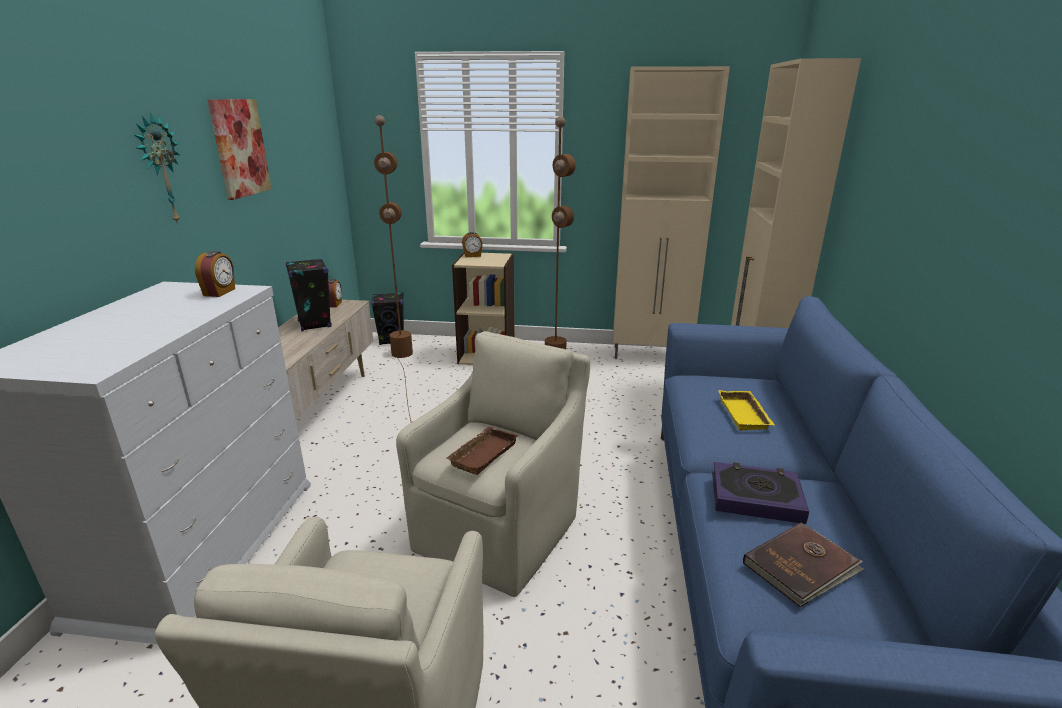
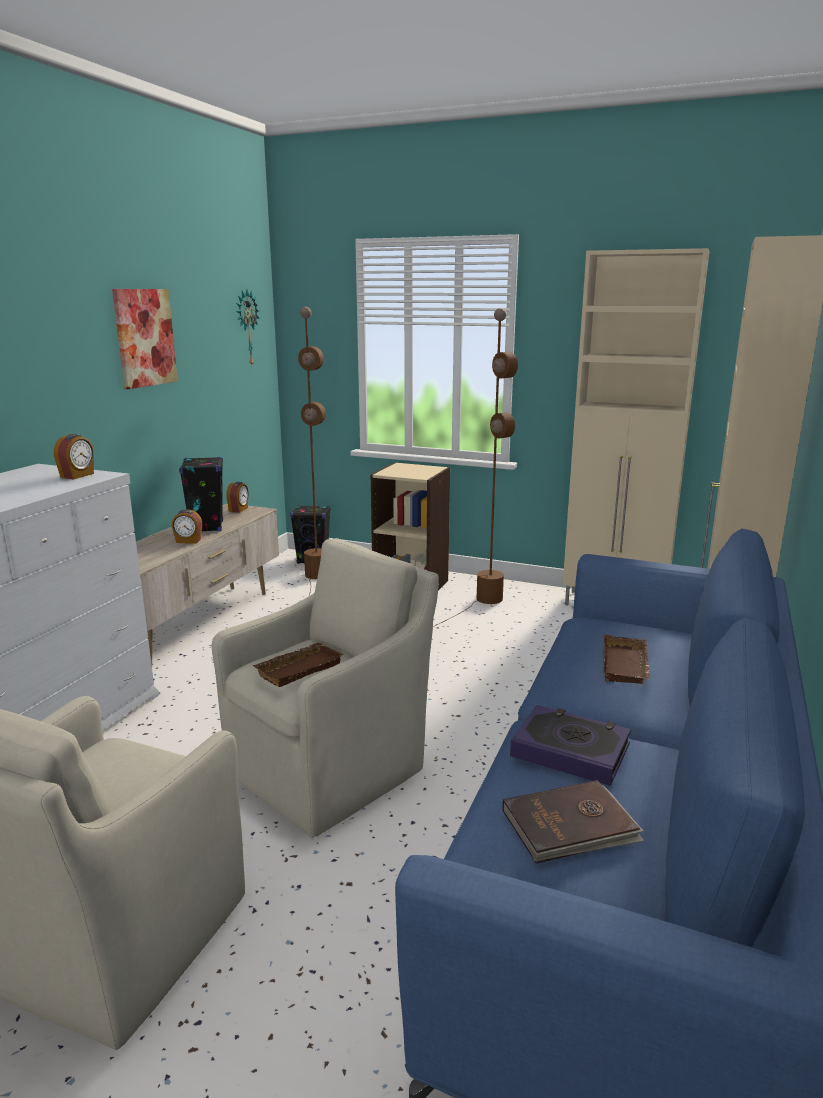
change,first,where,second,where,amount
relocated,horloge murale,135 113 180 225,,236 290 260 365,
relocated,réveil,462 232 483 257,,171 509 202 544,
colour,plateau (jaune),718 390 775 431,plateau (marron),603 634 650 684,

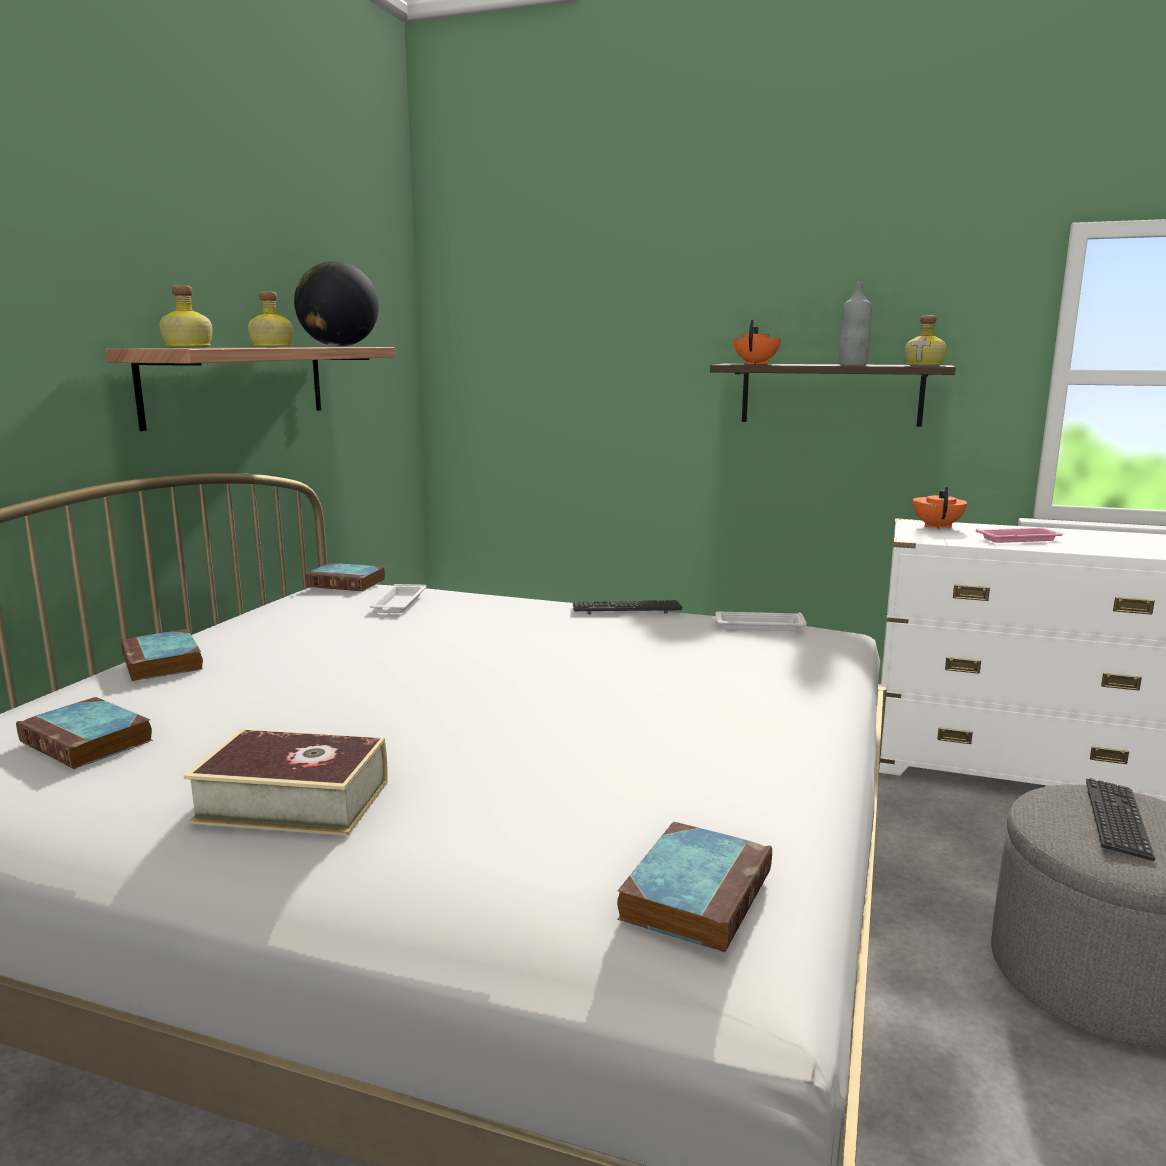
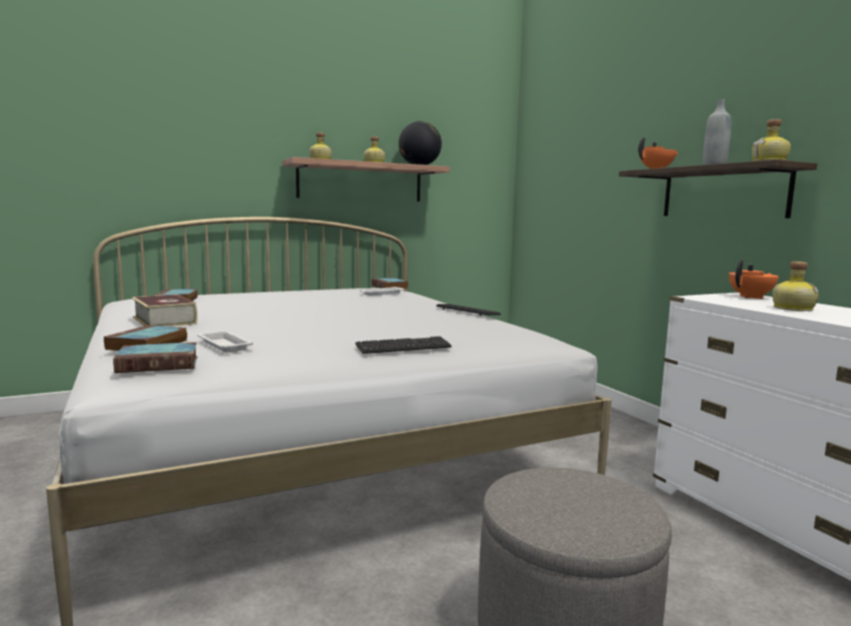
change,first,where,second,where,amount
relocated,livre,121 629 203 681,,104 325 187 351,
relocated,plateau (blanc),712 612 807 631,,197 331 253 353,
exchanged,plateau (rose),976 528 1063 543,bouteille,772 261 819 311,
relocated,clavier,1086 778 1155 861,,355 336 452 354,

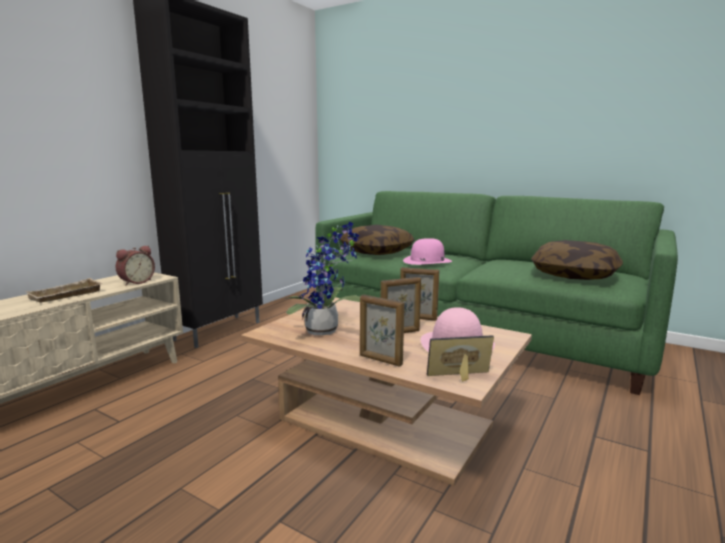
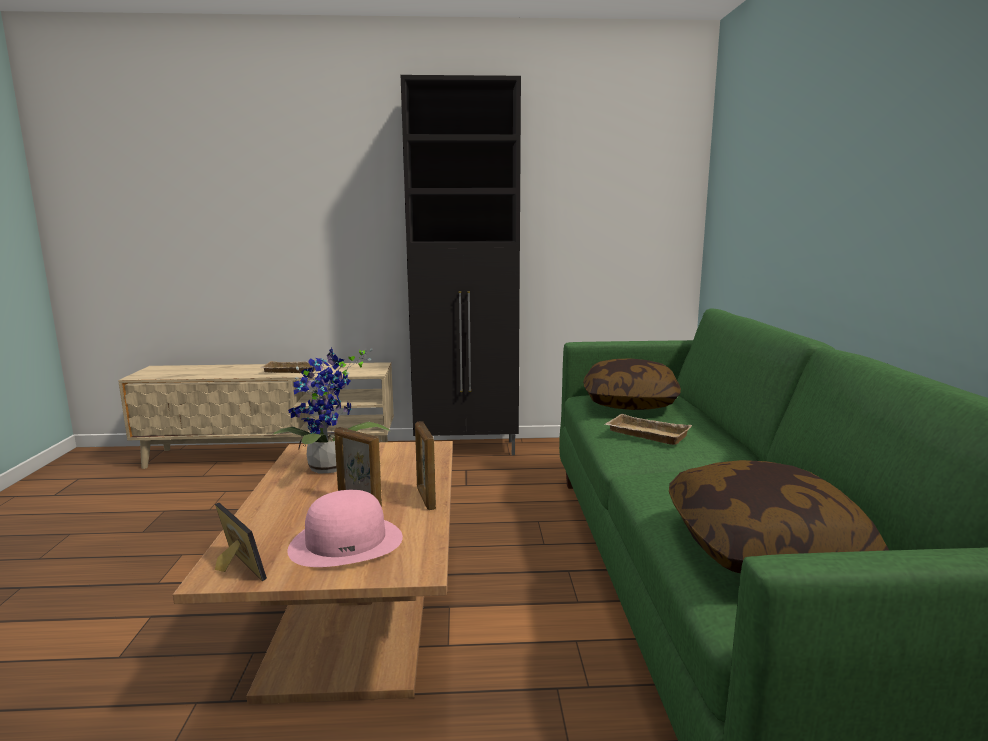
change,first,where,second,where,amount
missing,réveil,116 246 155 286,,,
missing,cadre photo,360 295 405 367,,,
exchanged,chapeau (rose),403 238 452 265,plateau (beige),605 414 692 445,

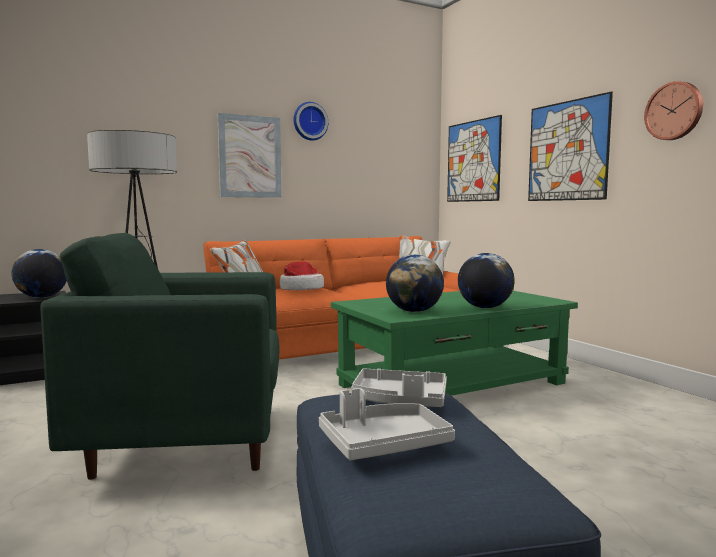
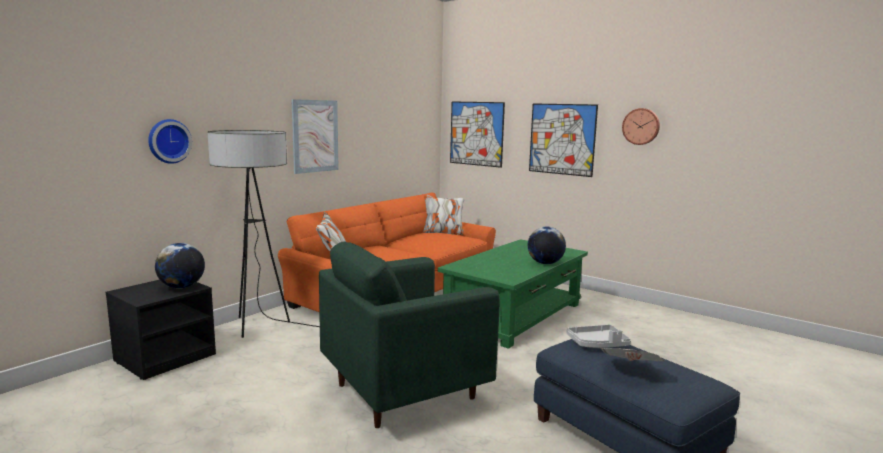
change,first,where,second,where,amount
missing,chapeau,280 261 324 290,,,
relocated,horloge murale,293 102 328 141,,148 119 192 164,
exchanged,plateau (gris),319 388 455 460,journal,601 348 665 362,
missing,globe,386 255 444 312,,,

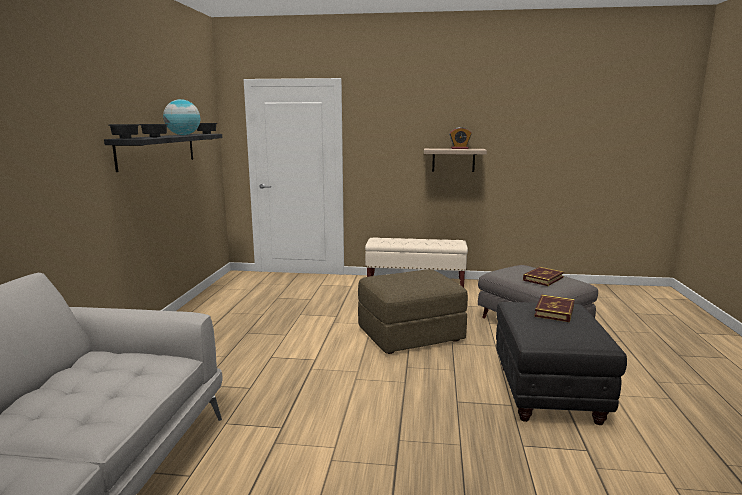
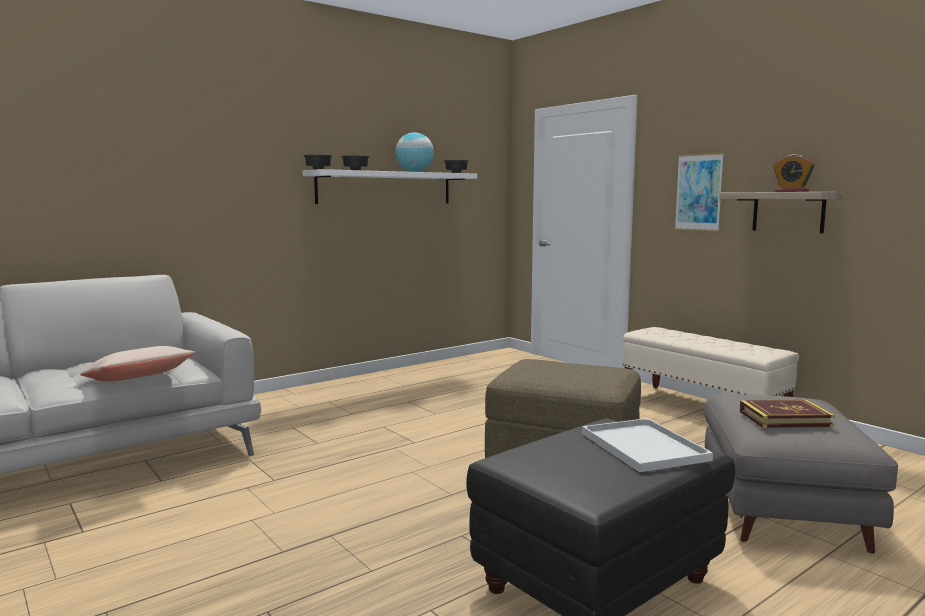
change,first,where,second,where,amount
colour,étagère (noir),104 134 222 172,étagère (blanc),303 169 477 204,
exchanged,livre,534 295 575 322,plateau (blanc),582 418 713 472,
appeared,,,coussin (beige),80 346 195 381,
appeared,,,tableau,675 153 724 231,

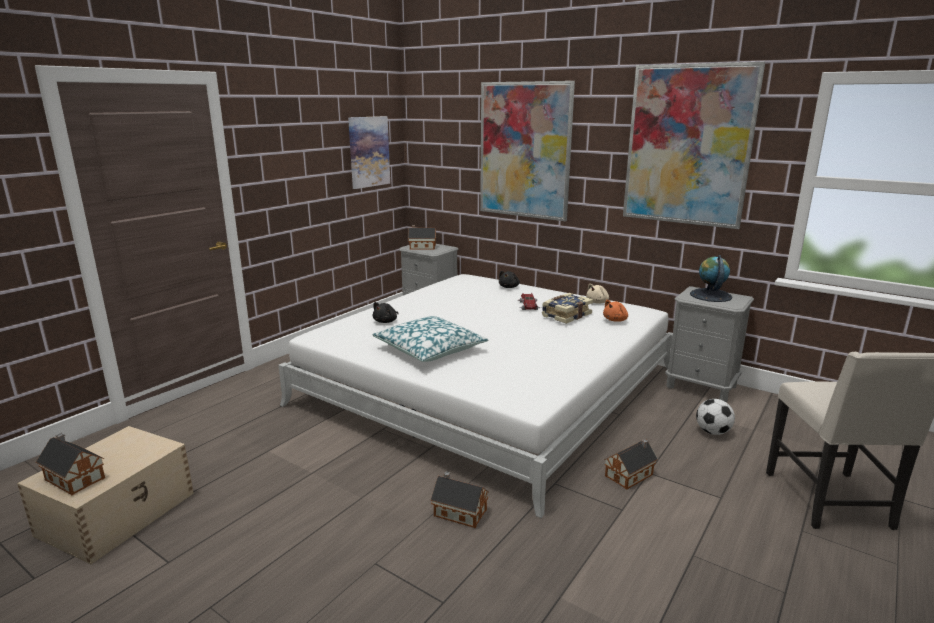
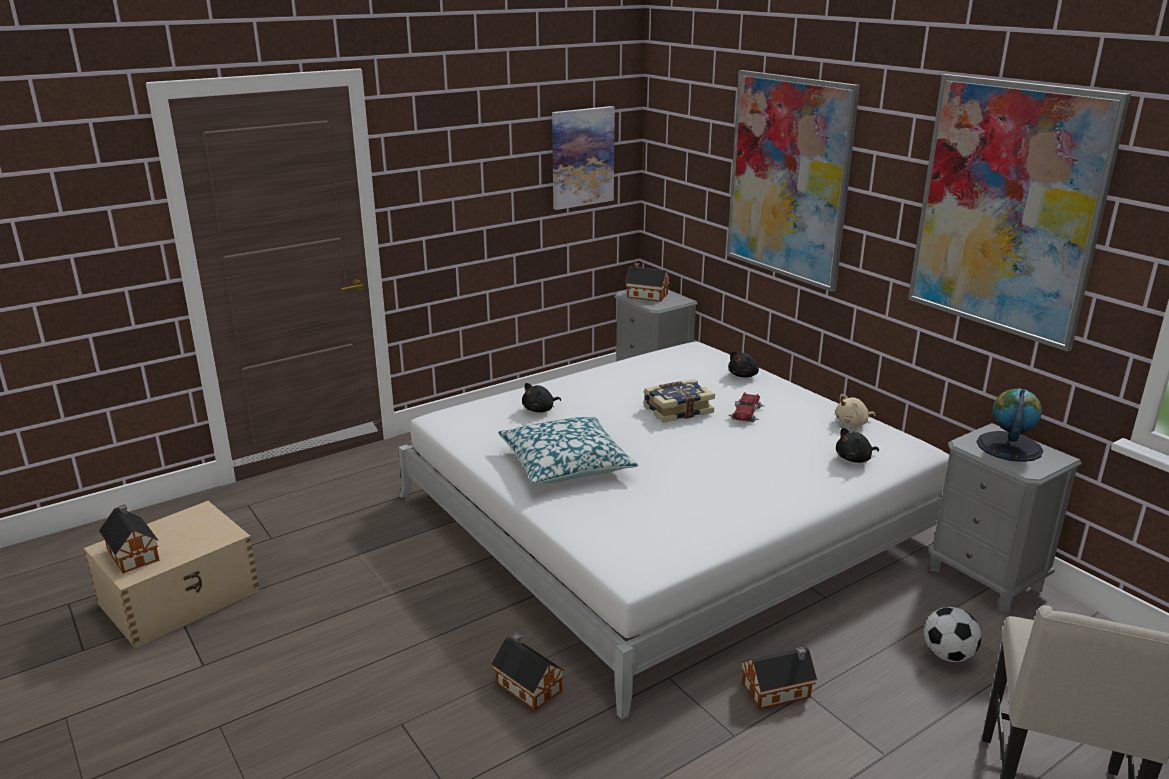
change,first,where,second,where,amount
relocated,livre,542 293 593 324,,643 379 715 423,
colour,peluche (orange),603 300 628 322,peluche (noir),836 428 879 463,

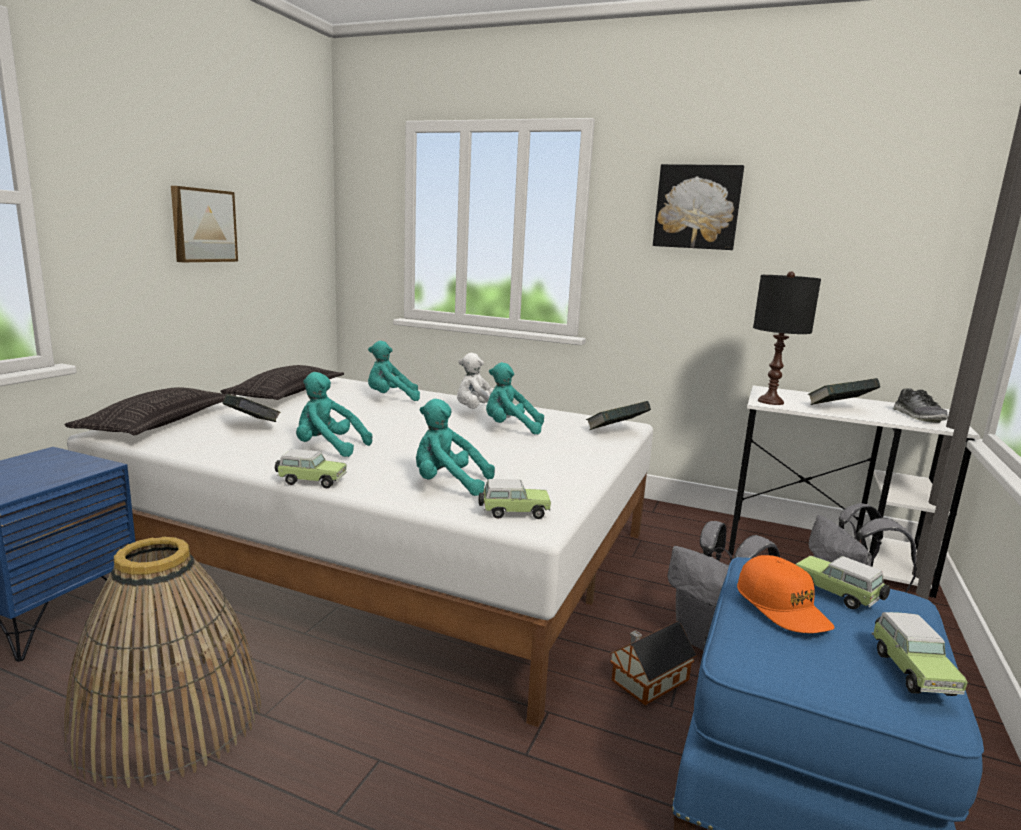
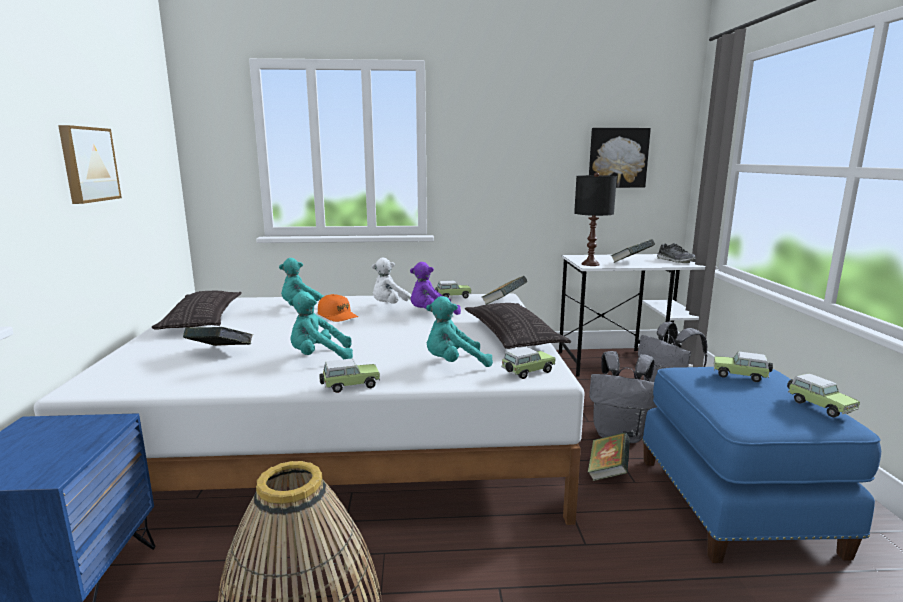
change,first,where,second,where,amount
relocated,coussin,64 387 236 435,,465 303 571 349,
colour,peluche (turquoise),486 362 544 434,peluche (violet),410 262 461 315,
exchanged,maison miniature,609 622 697 705,livre,588 433 630 481,
relocated,tableau,653 164 744 250,,589 128 651 188,
relocated,casquette (orange),737 555 835 633,,318 294 358 322,
appeared,,,petite voiture,435 281 471 298,

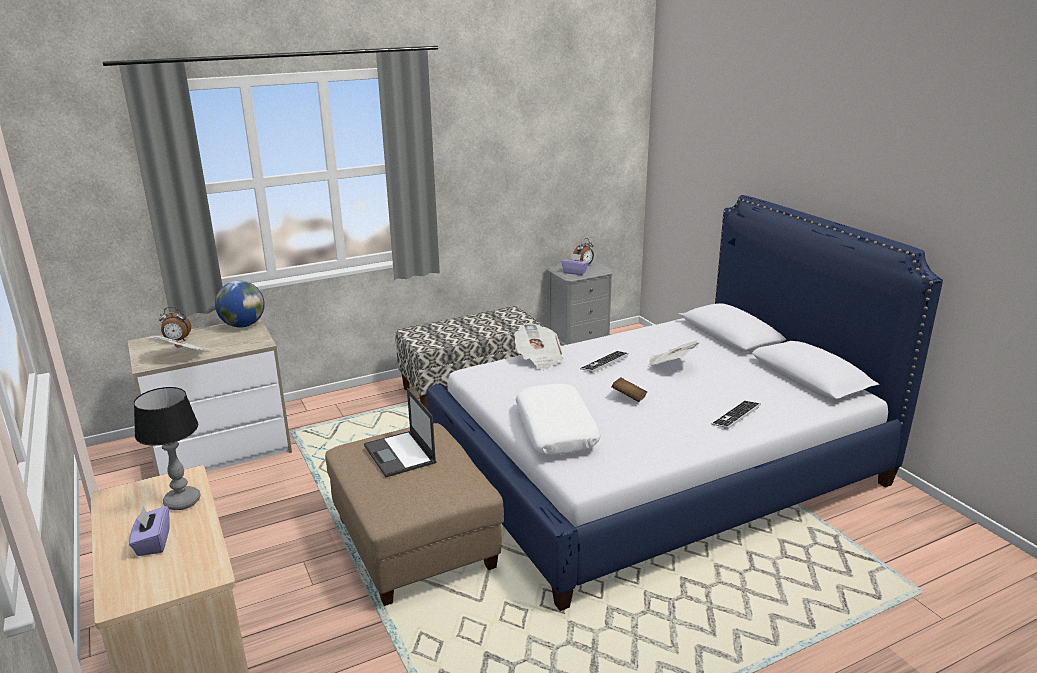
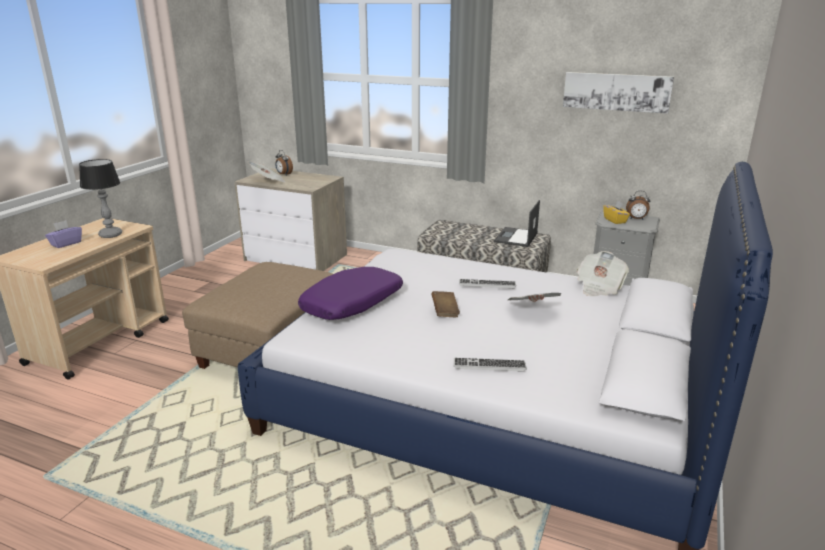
change,first,where,second,where,amount
missing,globe,215 281 265 328,,,
relocated,ordinateur portable,364 388 436 477,,494 200 540 247,
relocated,journal,514 323 563 370,,577 251 629 296,
colour,coussin (blanc),516 384 601 455,coussin (violet),298 267 403 320,
colour,boîte à mouchoirs (violet),561 253 589 275,boîte à mouchoirs (jaune),603 200 630 224,
appeared,,,tableau,563 72 674 114,

